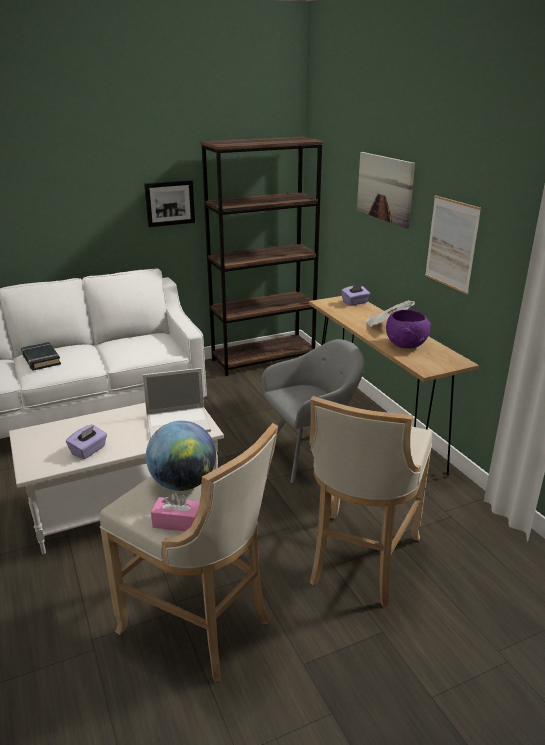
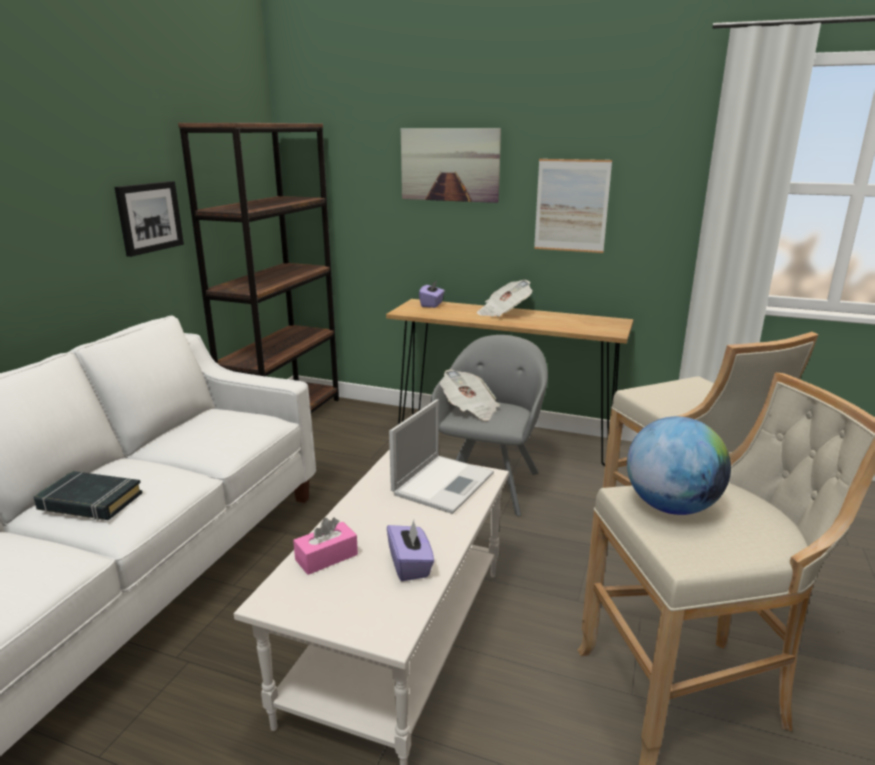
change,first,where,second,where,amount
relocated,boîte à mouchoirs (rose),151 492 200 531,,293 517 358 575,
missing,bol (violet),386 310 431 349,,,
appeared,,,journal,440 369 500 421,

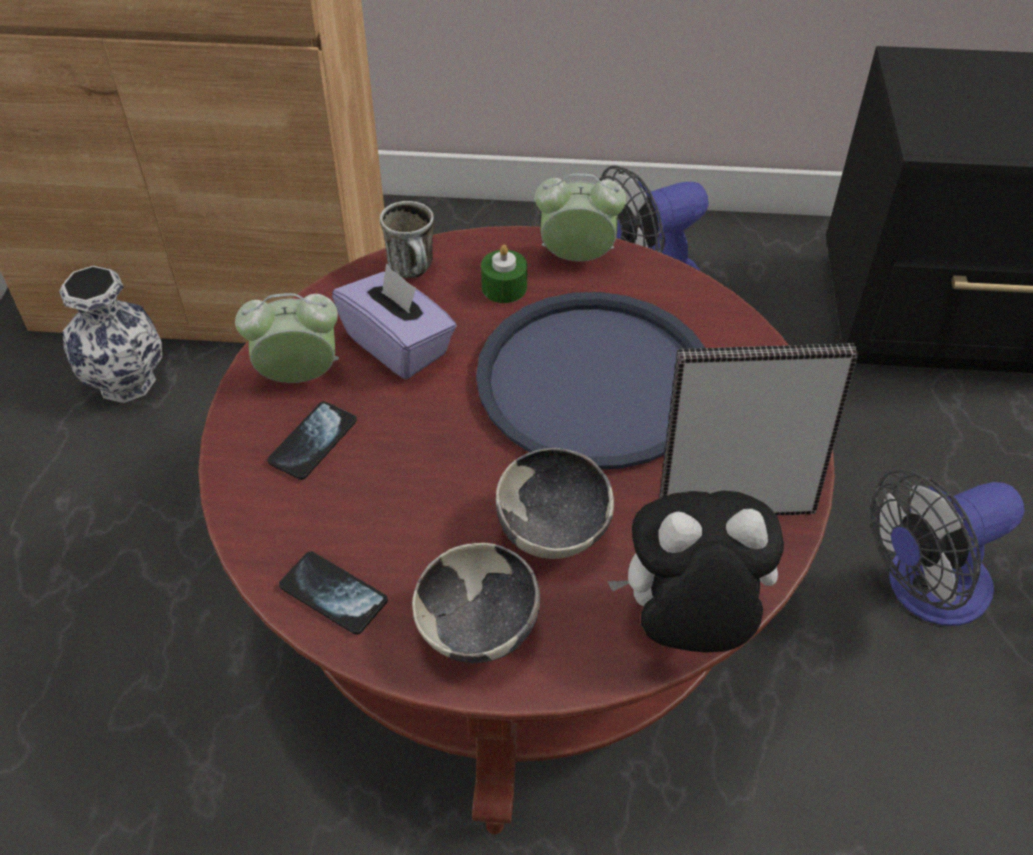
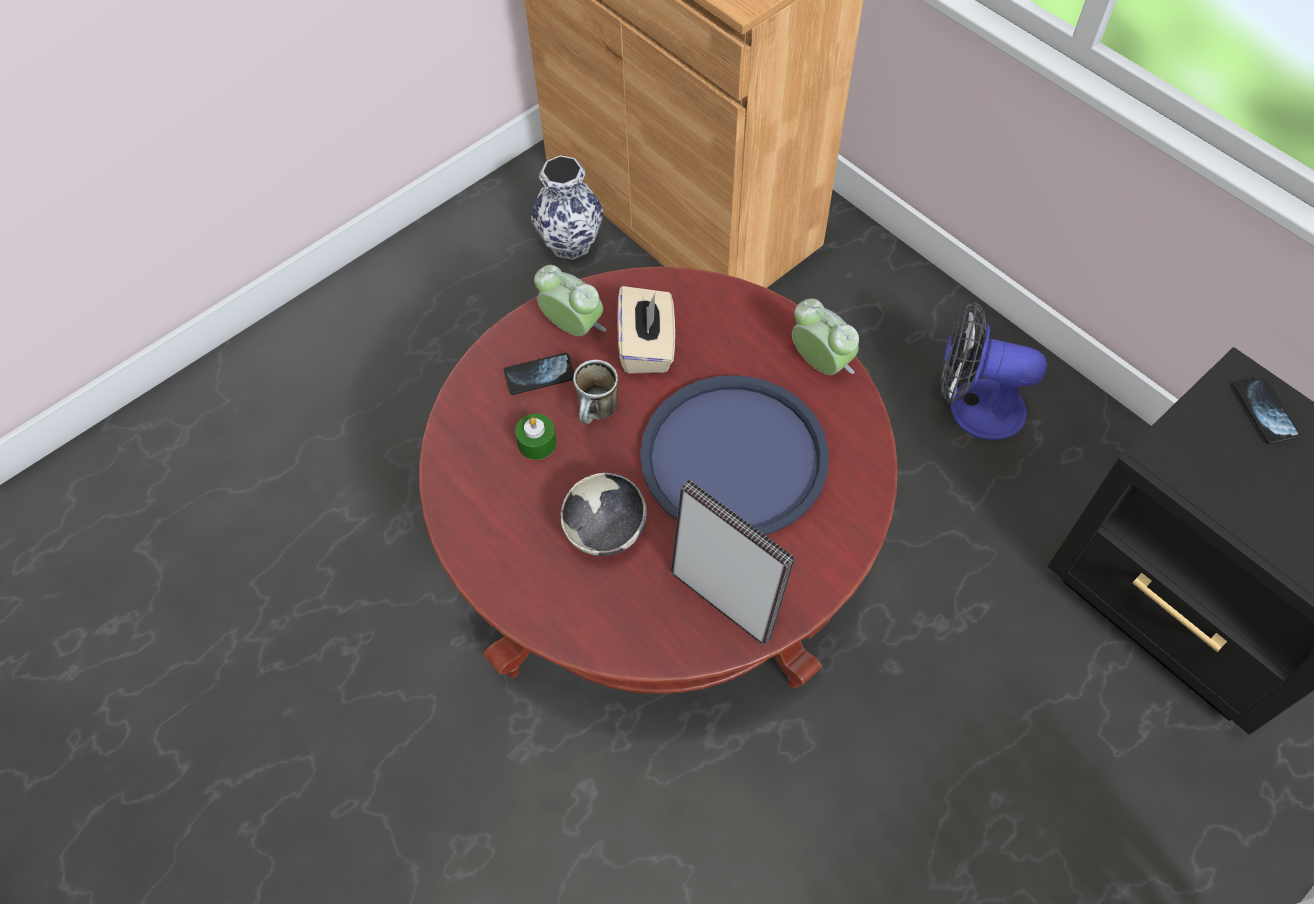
change,first,where,second,where,amount
relocated,téléphone,279 551 388 635,,1234 378 1301 444,
colour,boîte à mouchoirs (violet),332 263 457 379,boîte à mouchoirs (beige),617 286 675 374,
relocated,mug,380 201 434 278,,573 360 618 424,
missing,bol,412 543 540 663,,,
relocated,bougie (vert),481 245 527 303,,515 413 557 460,
missing,peluche,607 490 784 653,,,
missing,ventilateur,870 469 1025 626,,,

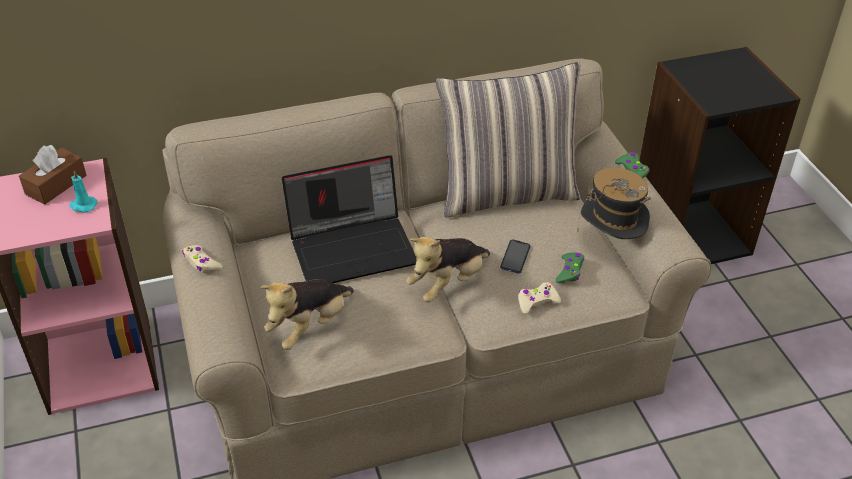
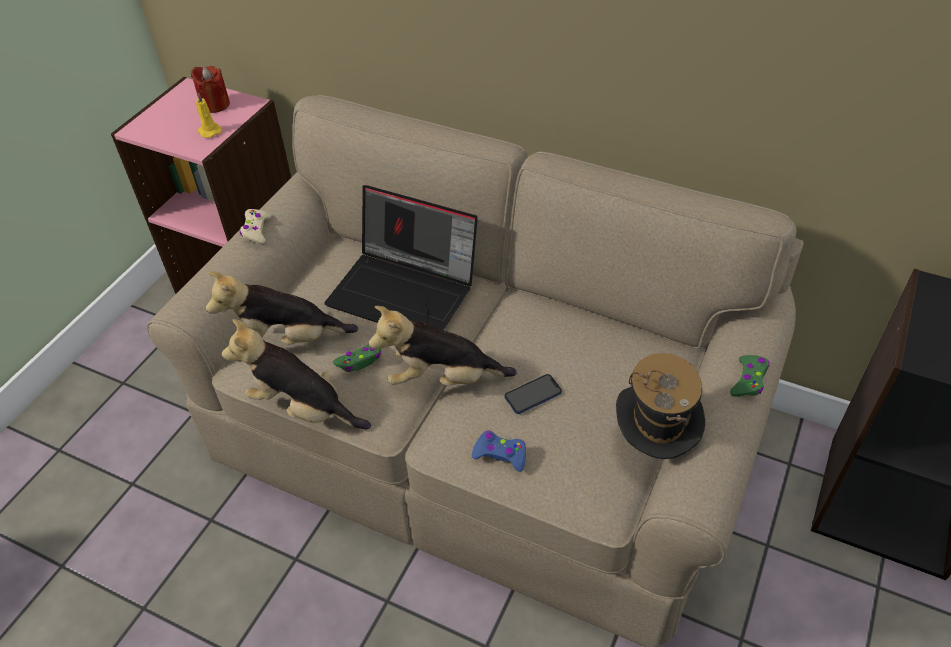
change,first,where,second,where,amount
exchanged,boîte à mouchoirs (marron),19 145 86 204,bougie (rouge),191 65 230 113,
colour,bougie (turquoise),70 170 97 213,bougie (jaune),196 93 222 138,
missing,coussin,436 62 581 218,,,
colour,manette (beige),518 282 561 314,manette (bleu),472 431 526 472,
relocated,manette (vert),556 253 584 283,,333 344 381 372,
appeared,,,peluche,222 319 371 429,

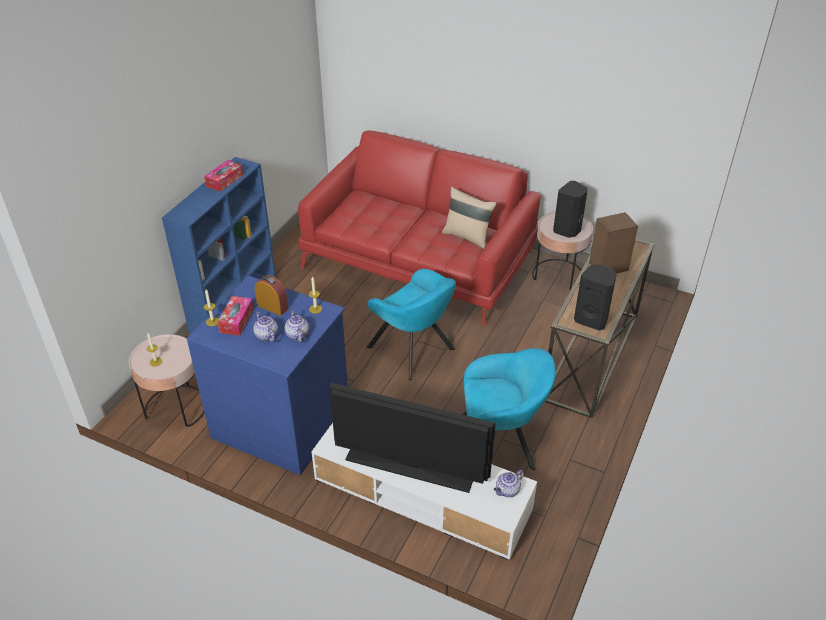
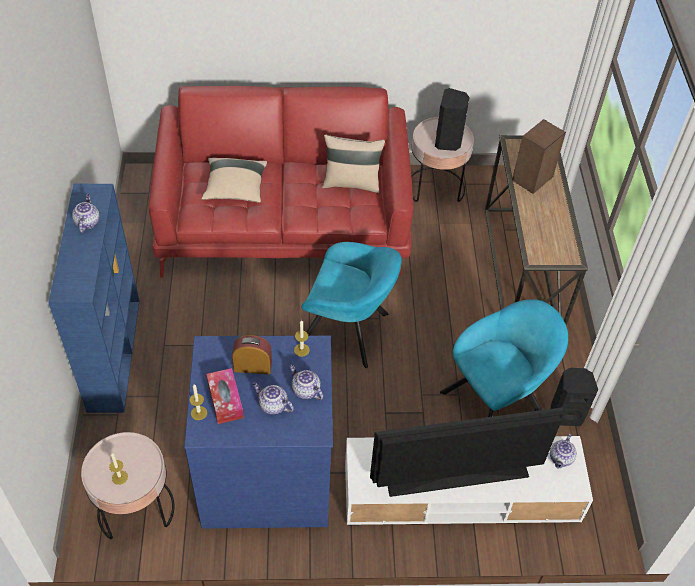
change,first,where,second,where,amount
exchanged,boîte à mouchoirs,204 160 243 192,théière,72 194 100 232,
relocated,enceinte (noir),574 264 617 331,,551 368 598 426,
appeared,,,coussin (beige),201 158 267 203,

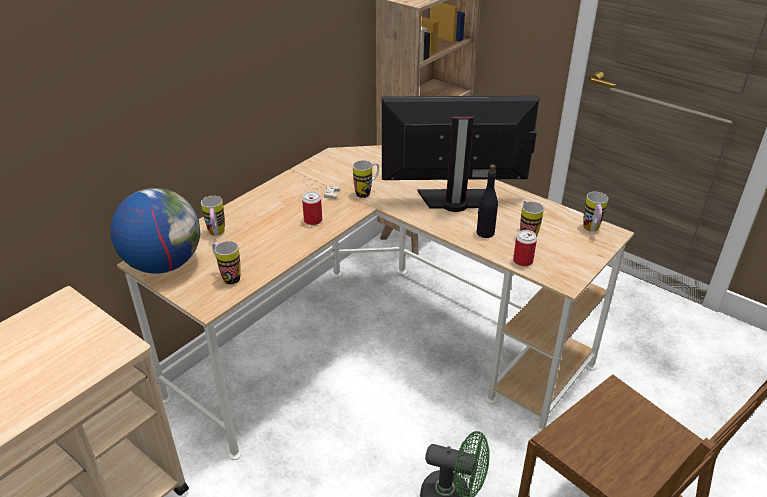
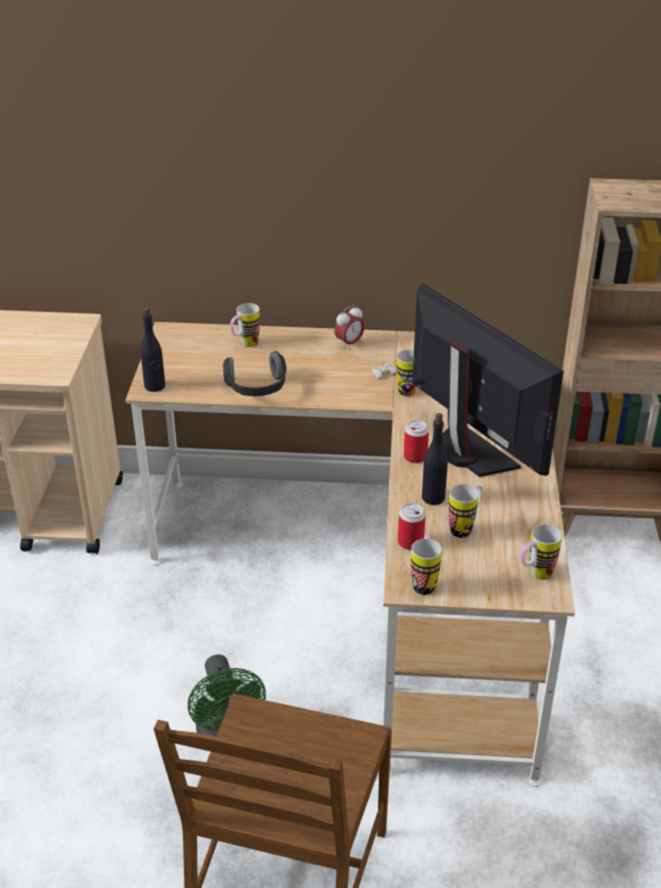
change,first,where,second,where,amount
missing,globe,111 188 200 274,,,
relocated,mug,212 241 241 284,,411 534 442 595,
relocated,boîte métallique,302 191 322 225,,404 420 429 463,
appeared,,,bouteille (noir),140 307 165 392,
appeared,,,casque audio,223 351 287 396,
appeared,,,réveil,334 305 365 350,

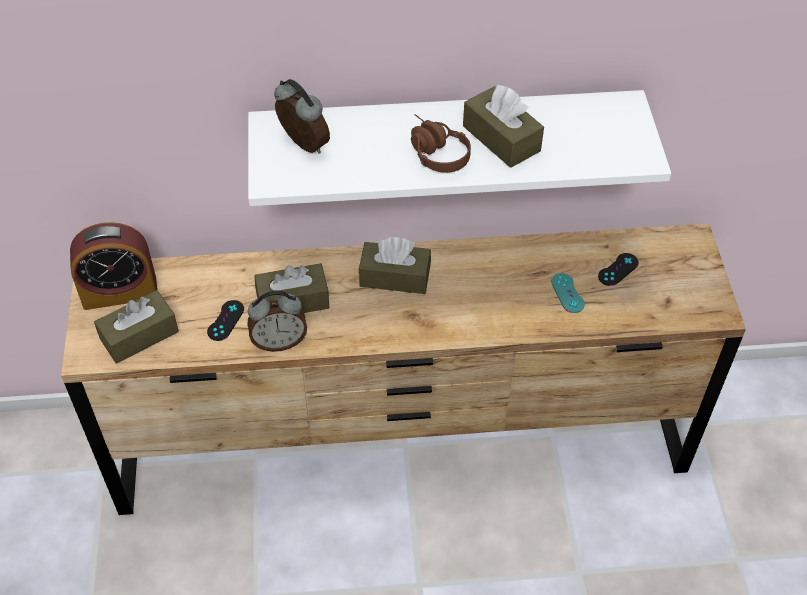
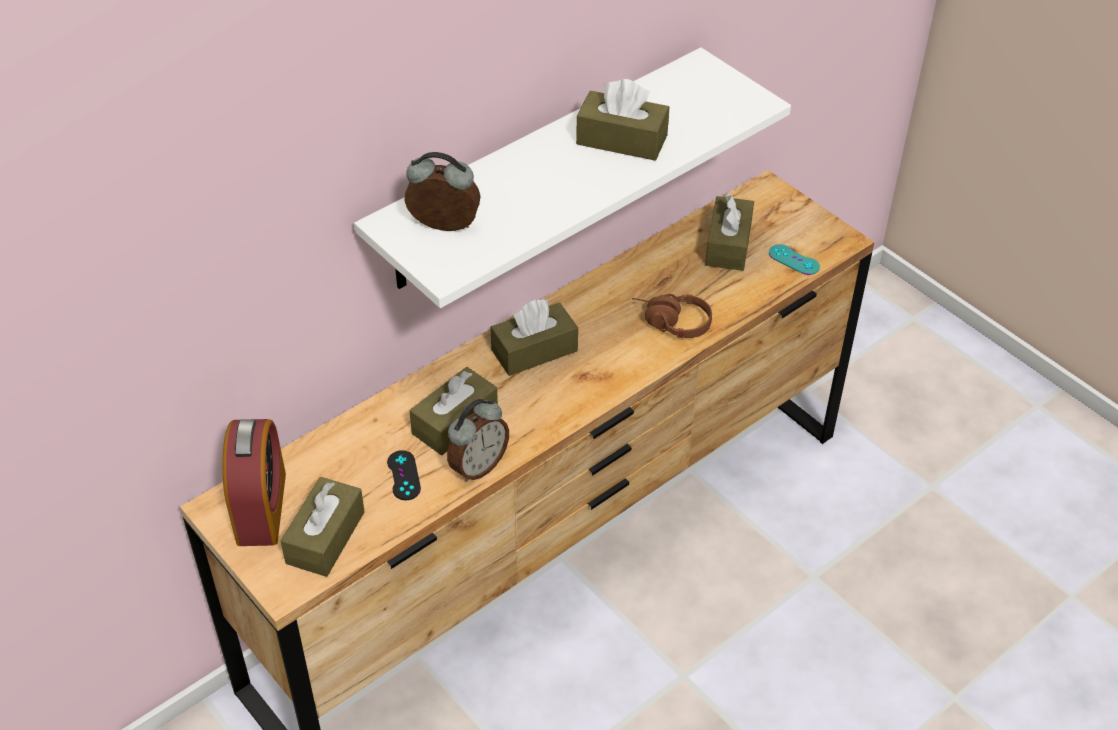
change,first,where,second,where,amount
spun,réveil,70 222 157 310,,223 419 286 546,45 degrees counterclockwise
relocated,casque audio (marron),411 114 471 173,,632 294 712 338,
relocated,manette (turquoise),551 273 585 313,,769 244 820 275,
exchanged,manette (noir),598 253 639 286,boîte à mouchoirs (marron),705 194 754 271,

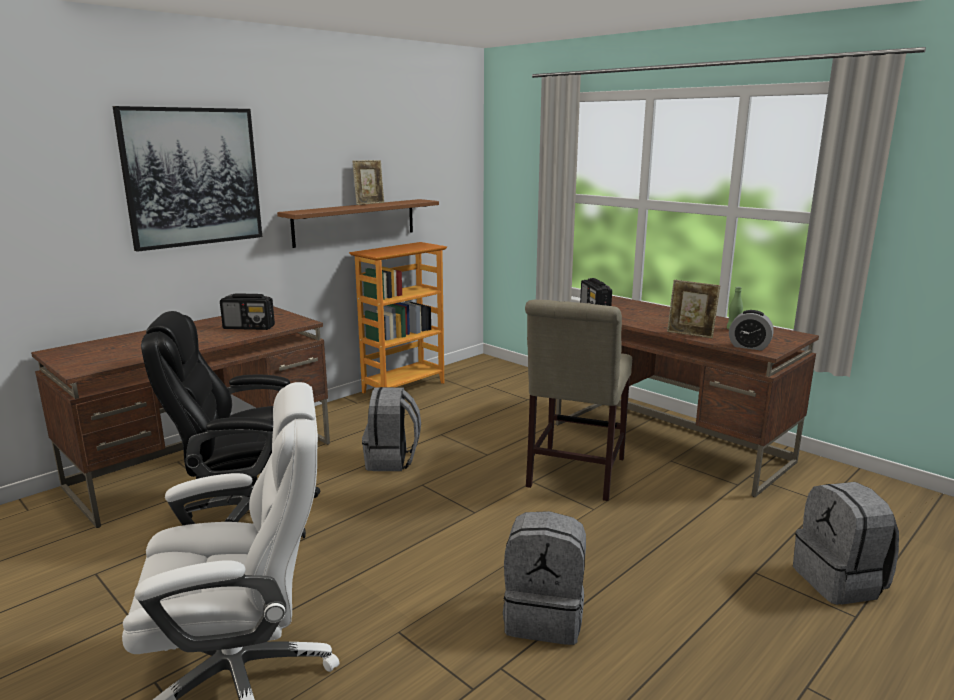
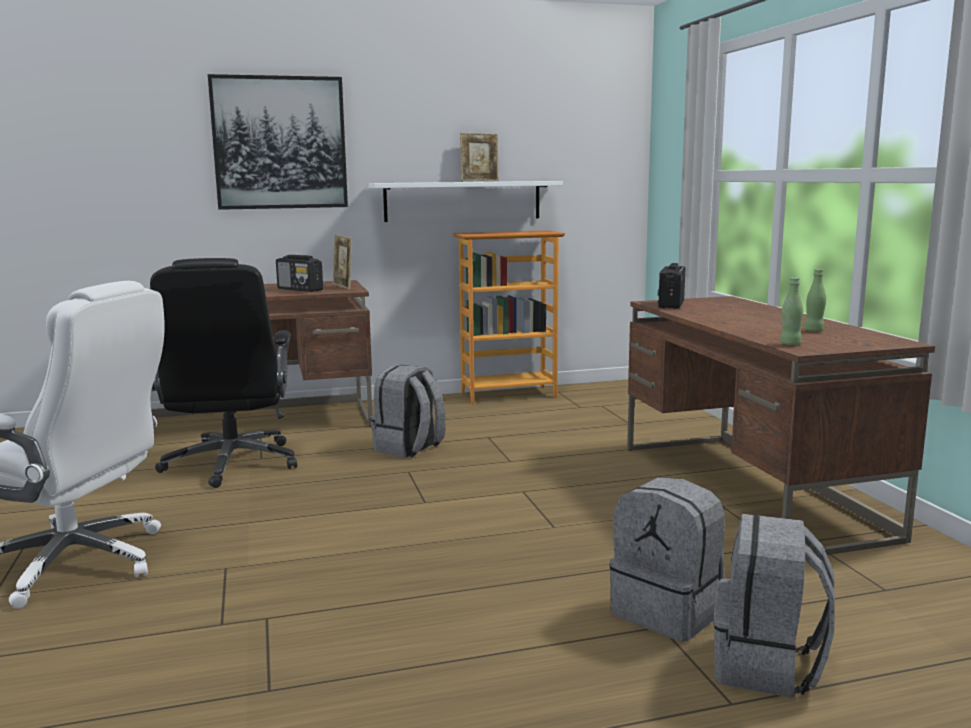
change,first,where,second,where,amount
spun,chaise de bureau (noir),141 311 321 538,,150 258 297 488,120 degrees counterclockwise
colour,étagère (marron),277 199 439 248,étagère (blanc),369 181 563 222,
relocated,sac à dos (gris),503 511 586 645,,609 477 725 642,
missing,chaise (beige),525 300 632 501,,,
relocated,cadre photo,667 280 720 338,,333 234 353 289,
exchanged,réveil,729 310 774 351,bouteille (vert),780 277 803 345,

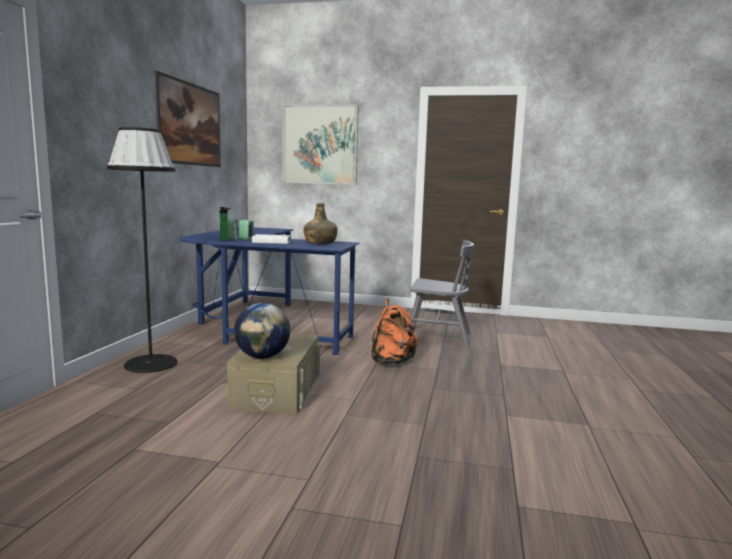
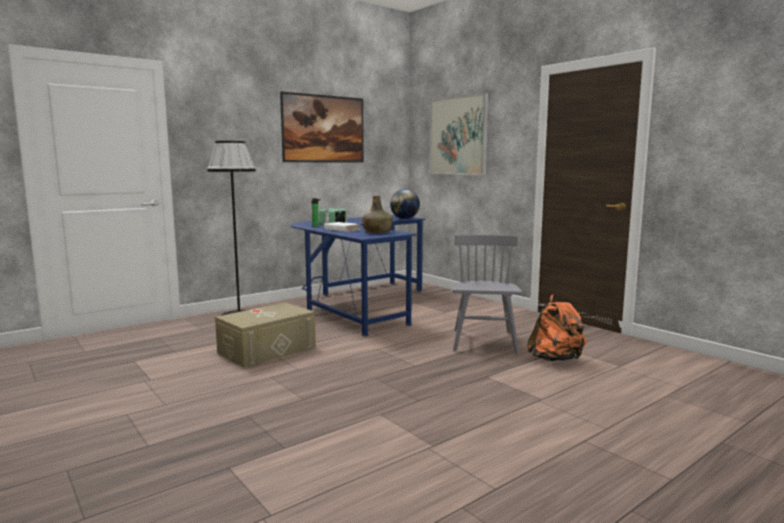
change,first,where,second,where,amount
relocated,globe,234 303 291 359,,390 189 420 219,
relocated,sac à dos (orange),371 298 418 365,,527 294 587 361,
spun,chaise (gris),410 240 474 349,,453 235 523 354,135 degrees counterclockwise

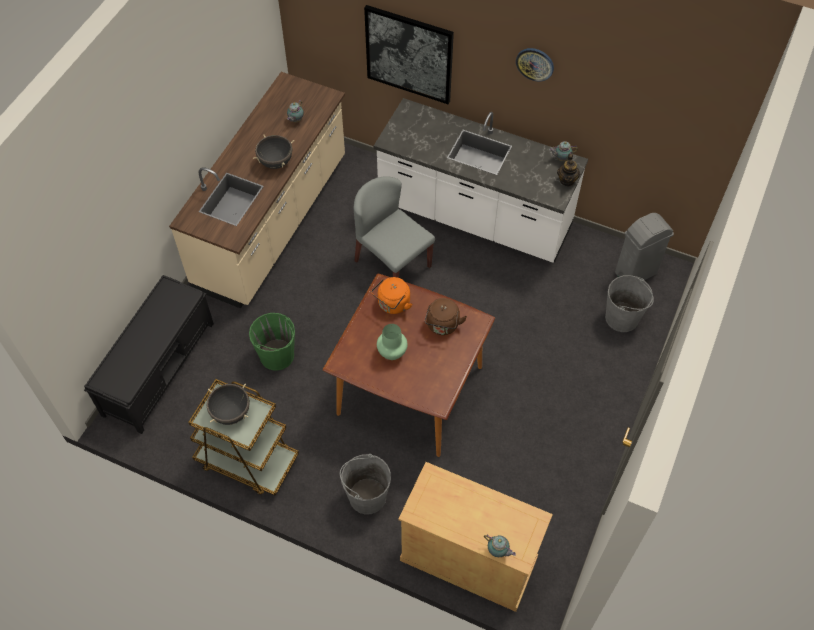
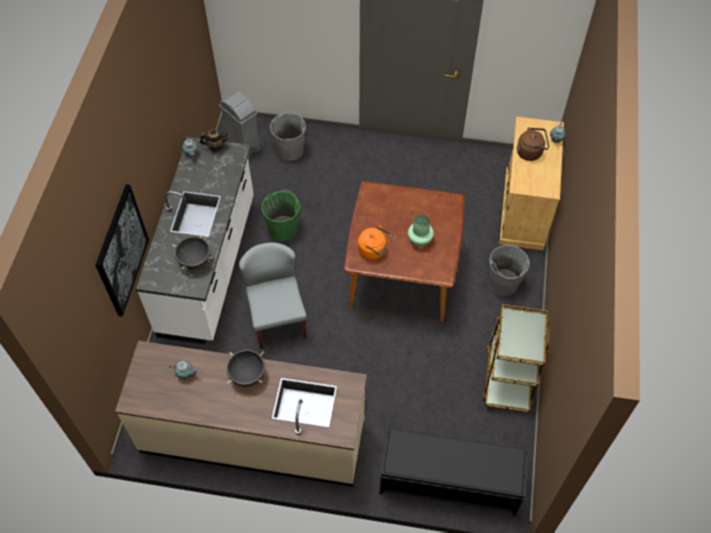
change,first,where,second,where,amount
relocated,marmite (noir),206 384 250 425,,172 234 212 270,
relocated,seau (vert),249 313 295 371,,261 190 300 241,
spun,chaise (gris),354 176 435 278,,239 242 307 349,135 degrees clockwise
relocated,bouilloire (marron),425 298 467 335,,517 127 549 161,
missing,horloge murale,516 48 554 81,,,

